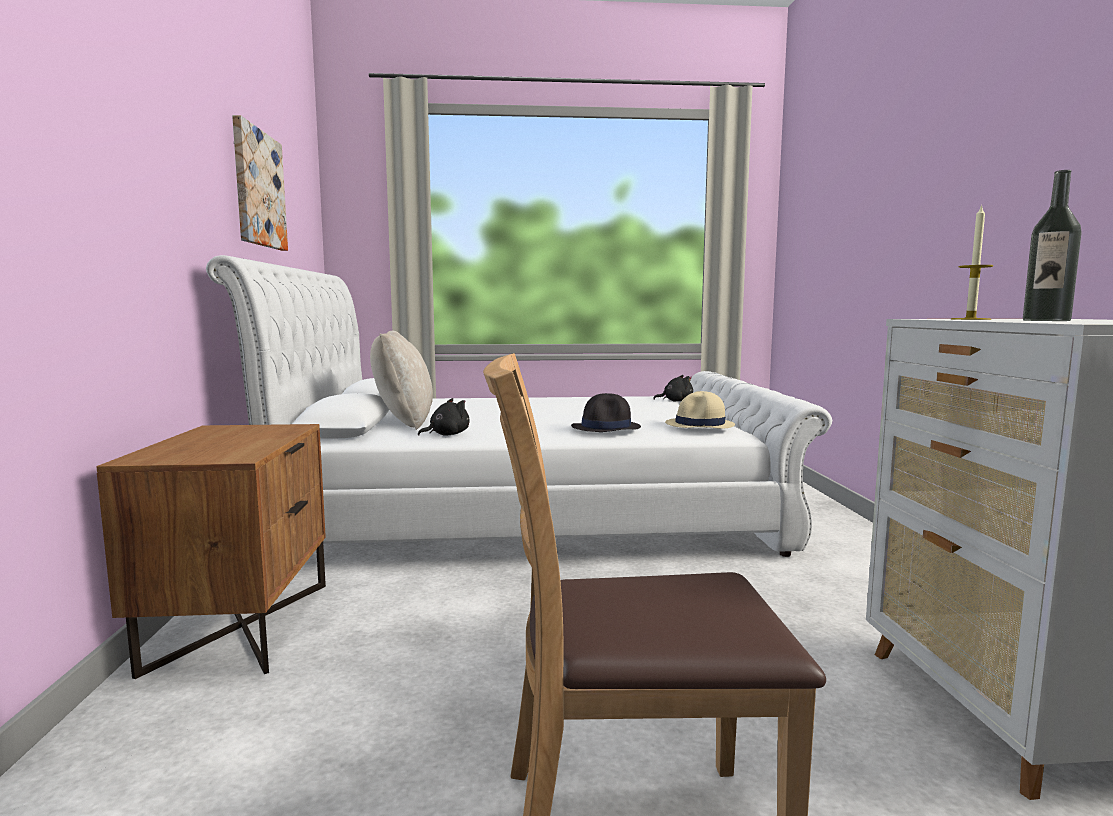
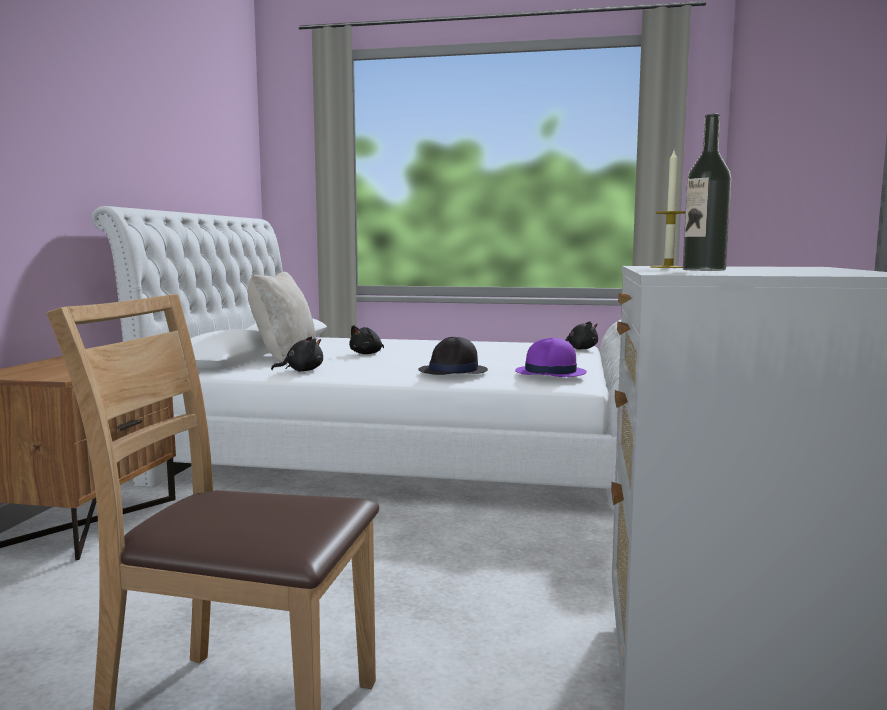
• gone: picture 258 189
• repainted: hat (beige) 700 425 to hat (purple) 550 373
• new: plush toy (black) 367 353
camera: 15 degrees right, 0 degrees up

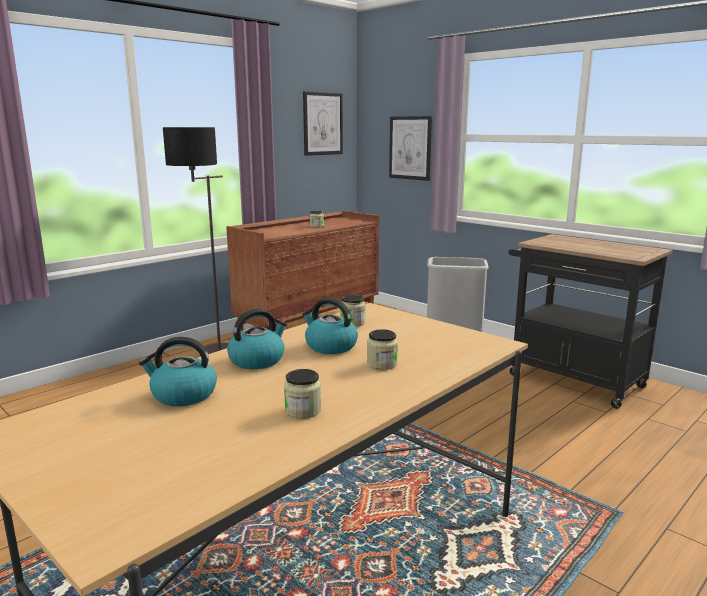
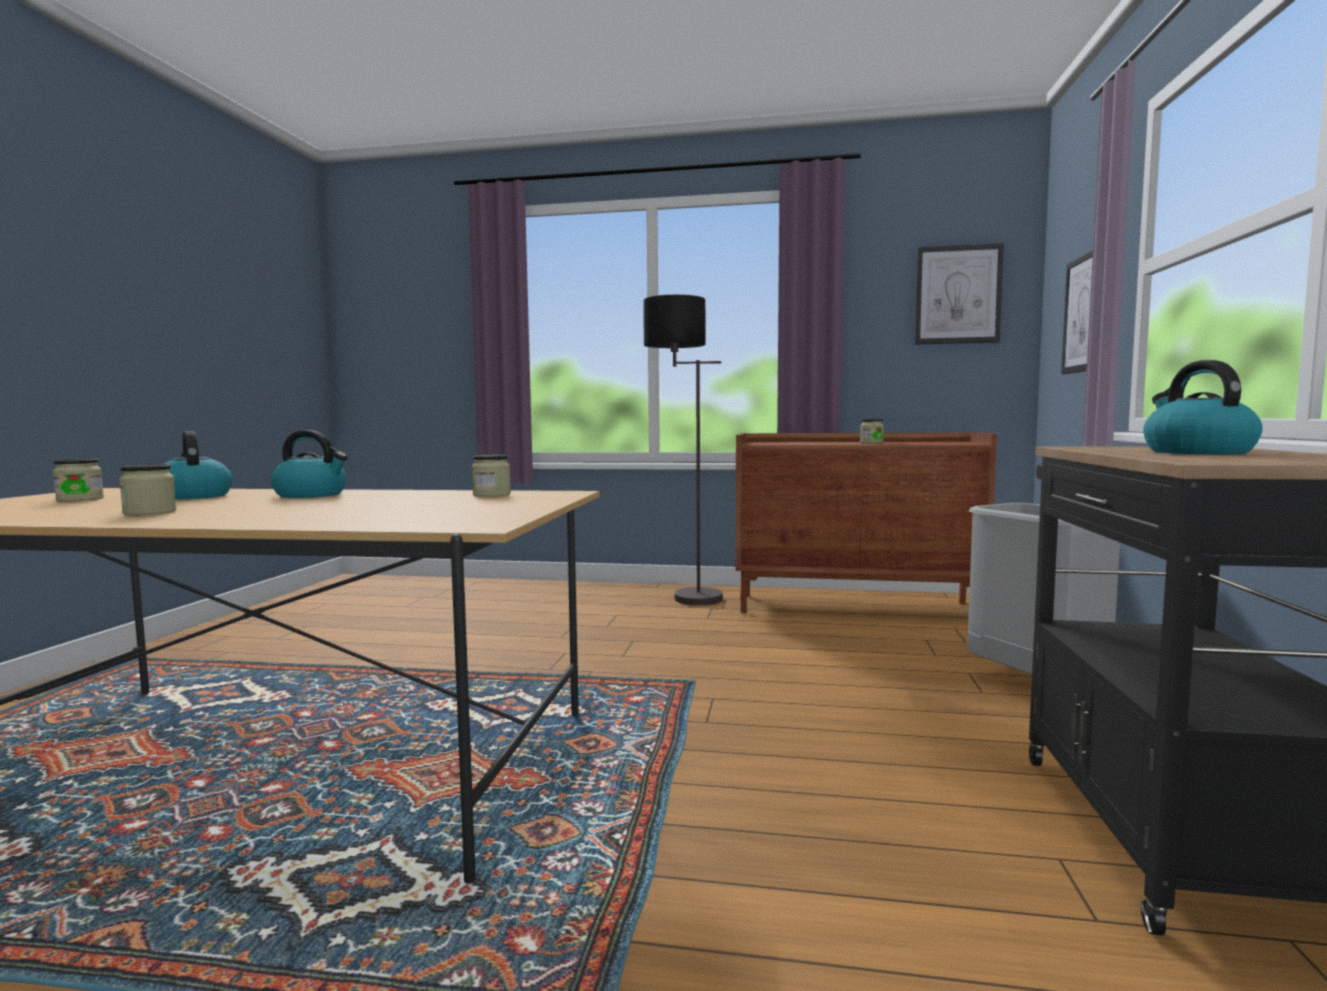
• shifted: kettle 330 346 to 1196 452
• shifted: jar 382 364 to 80 499
camera: 55 degrees right, 10 degrees down

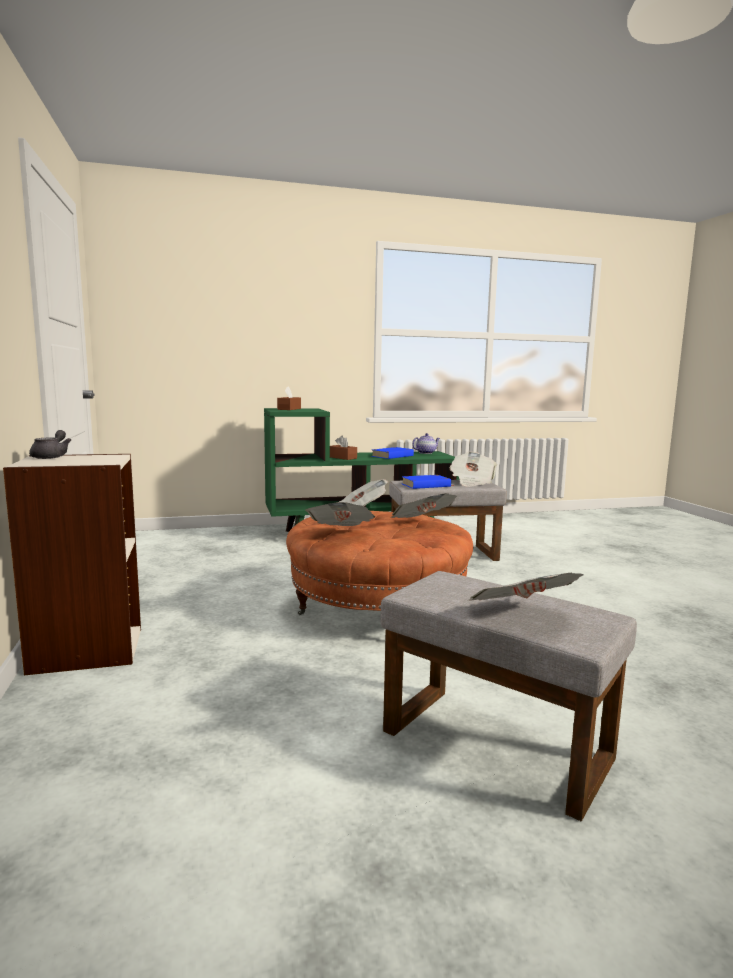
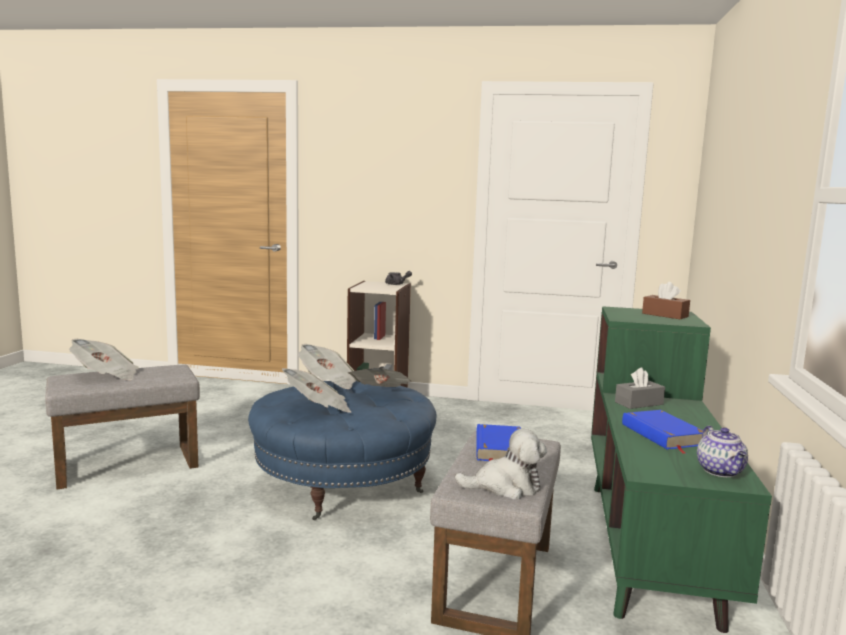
• repainted: tissue box (brown) 342 458 to tissue box (grey) 639 403
• swapped: newspaper 472 482 to plush toy 505 487
• repainted: ottoman (brown) 377 610 to ottoman (blue) 343 483
camera: 115 degrees right, 0 degrees up

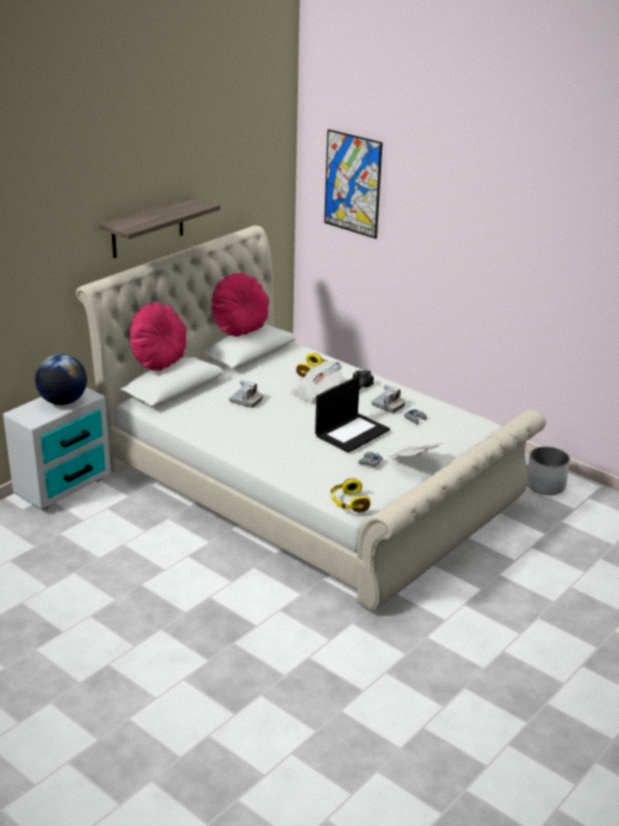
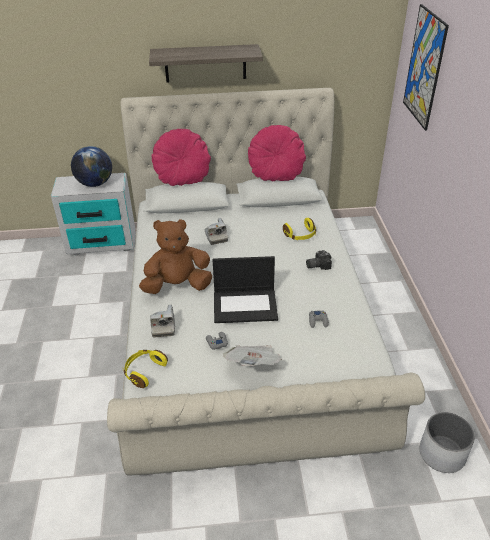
• gone: newspaper 316 393
• shifted: photo camera 387 406 to 163 326
• new: plush toy (brown) 177 286
camera: 45 degrees right, 10 degrees up

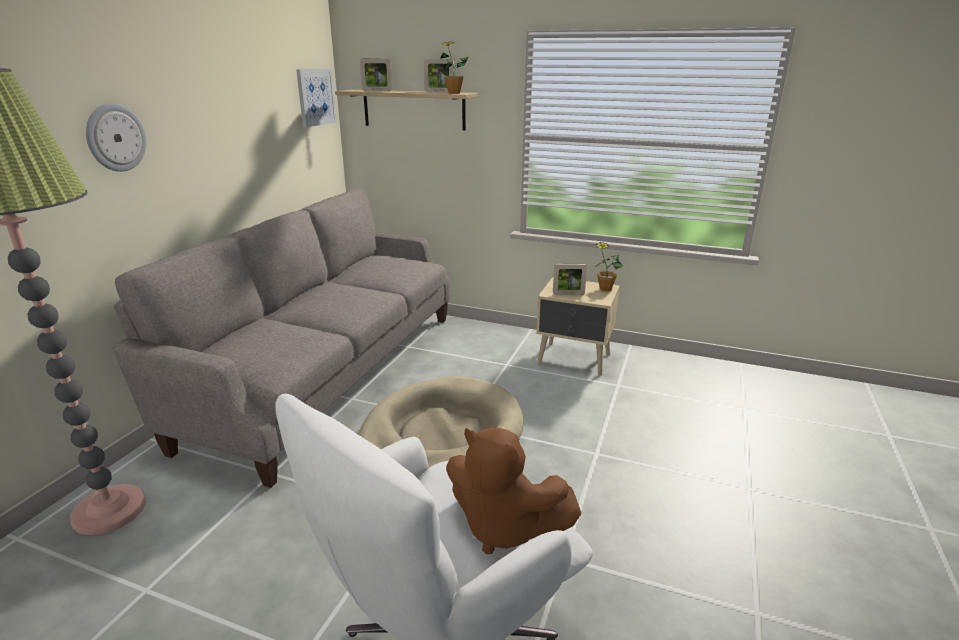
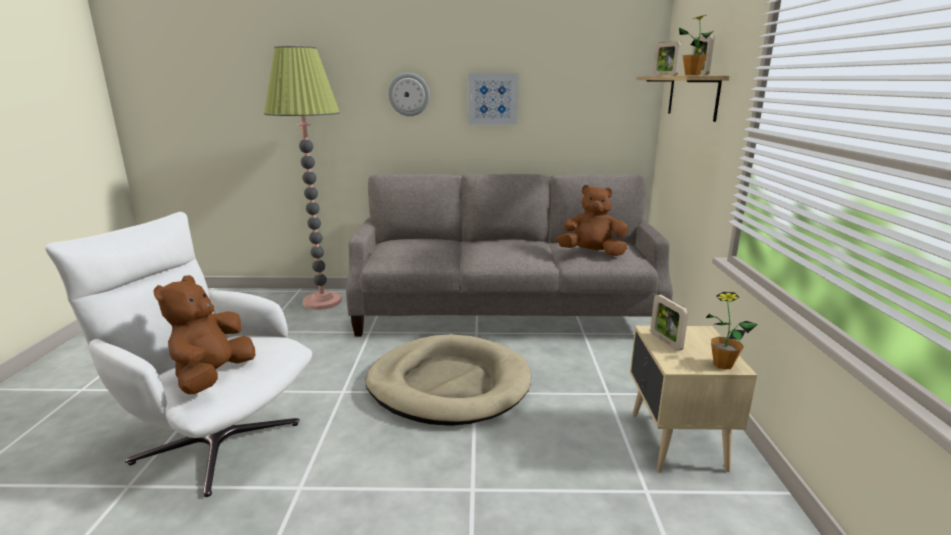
• shifted: picture 315 97 to 492 99
• new: plush toy (brown) 592 253
camera: 70 degrees right, 5 degrees down

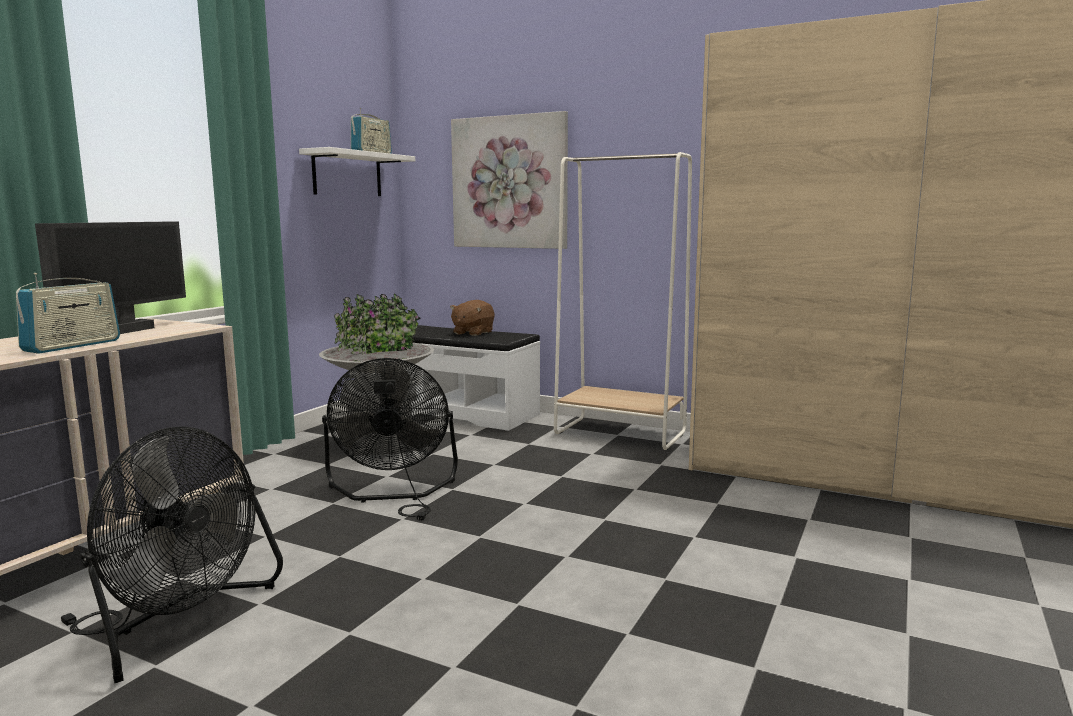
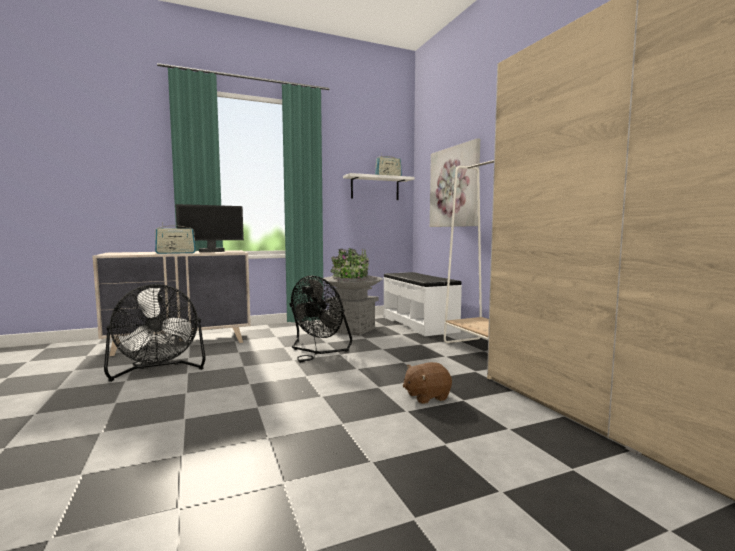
• shifted: plush toy (brown) 472 333 to 426 396
camera: 40 degrees right, 5 degrees down

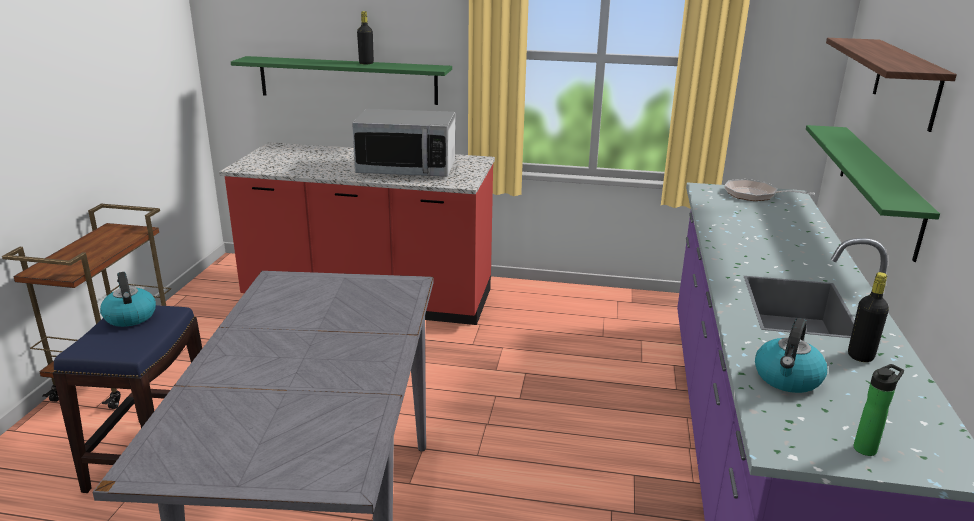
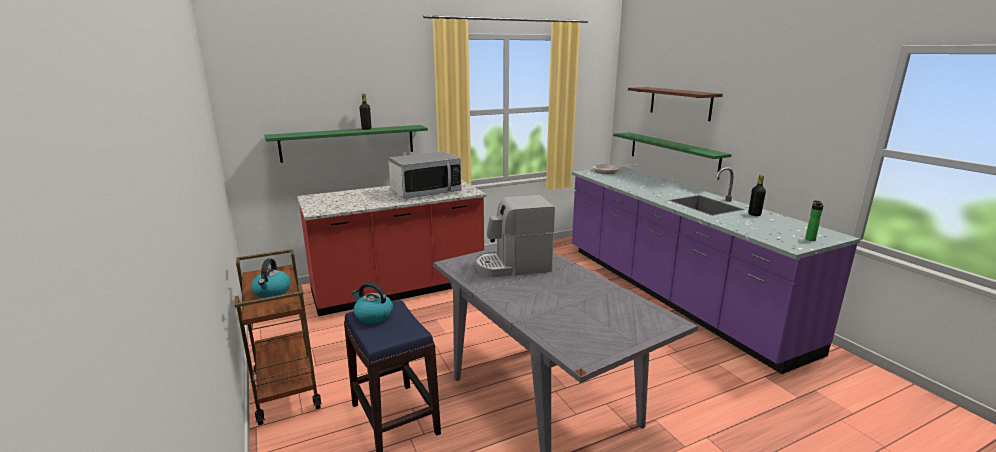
• shifted: kettle 787 379 to 272 292
• new: coffee machine 513 266
camera: 35 degrees left, 5 degrees down

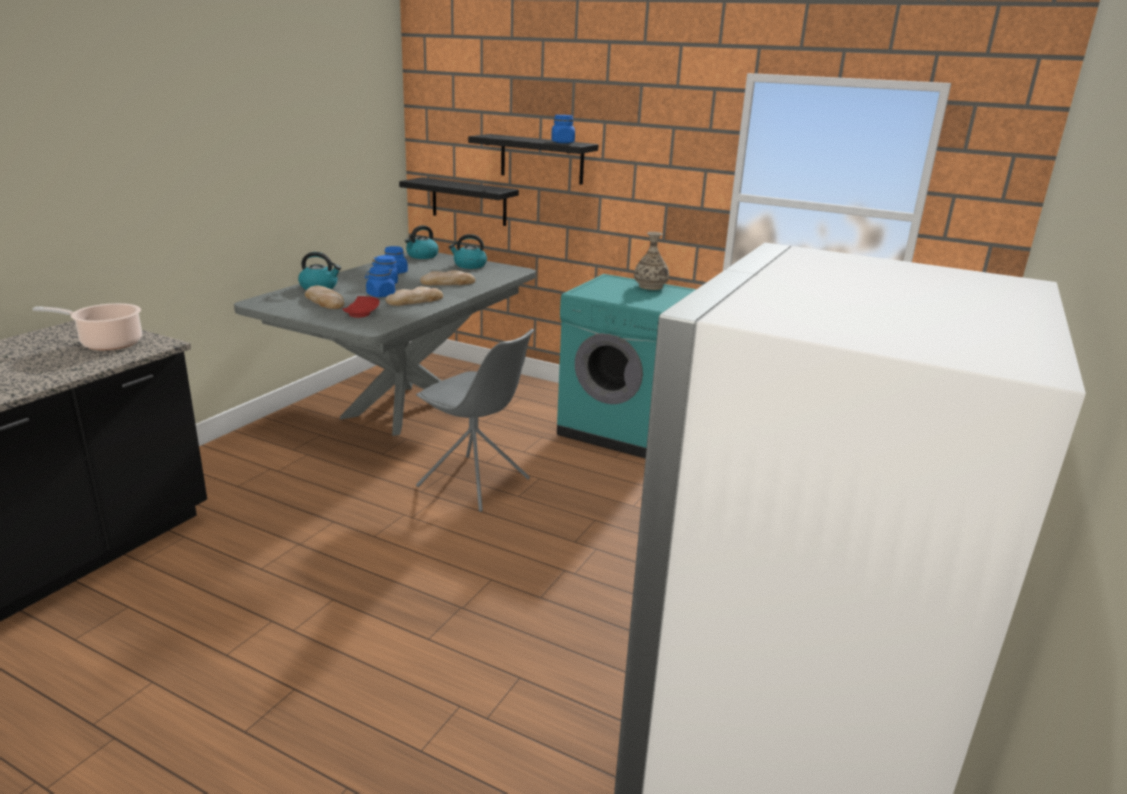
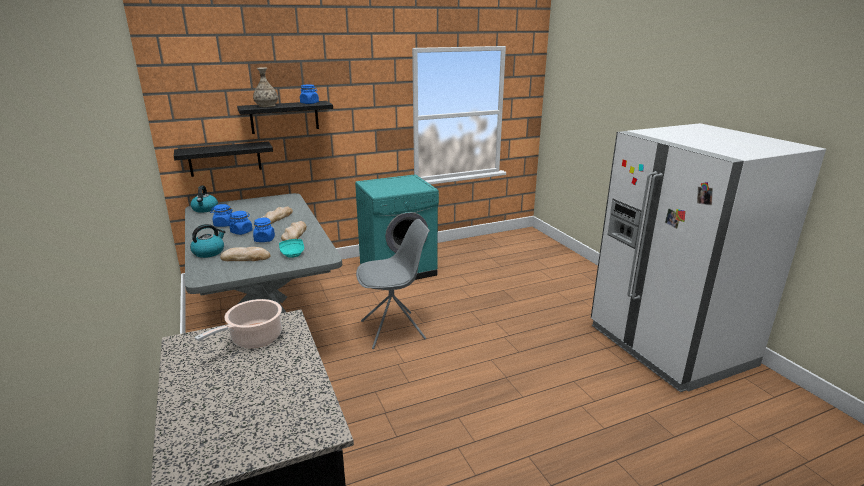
• shifted: vase 650 286 to 266 106
• gone: kettle 469 265
• repainted: plate (red) 362 314 to plate (turquoise) 293 253
camera: 50 degrees left, 0 degrees up

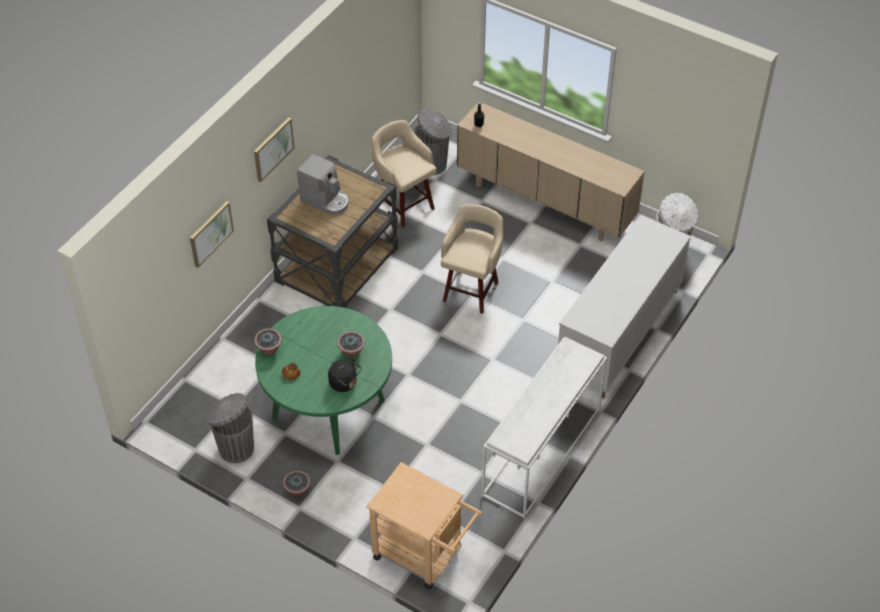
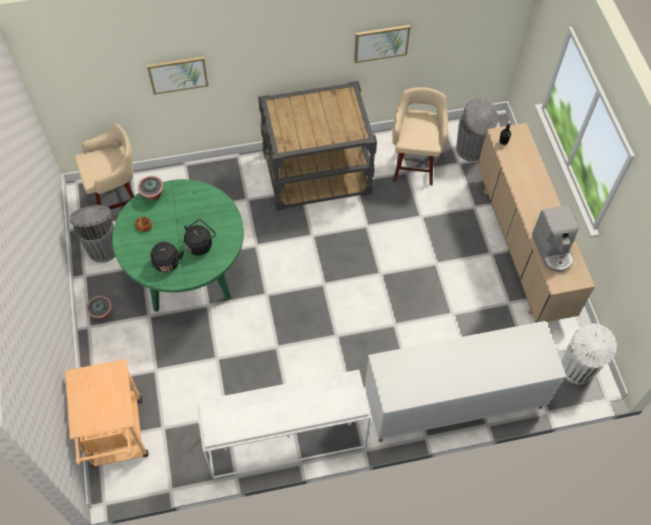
• shifted: picture 273 149 to 381 43
• shifted: coffee machine 325 200 to 553 250
• shifted: stool (beige) 472 290 to 118 199
• swapped: potted plant 351 352 to kettle (black) 200 244
camera: 45 degrees right, 10 degrees up

